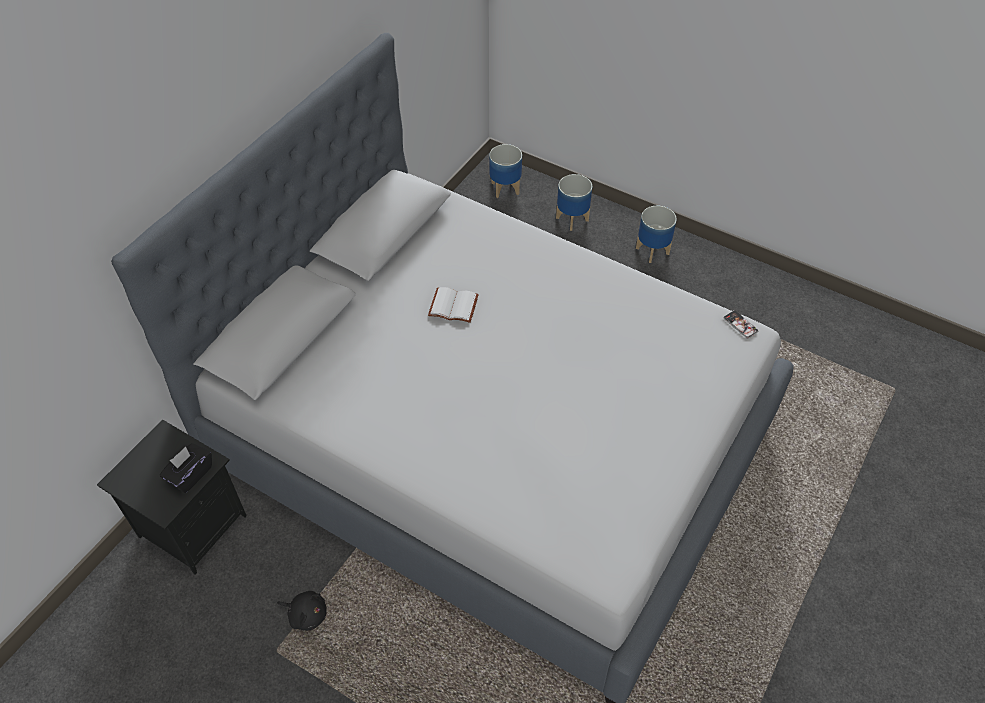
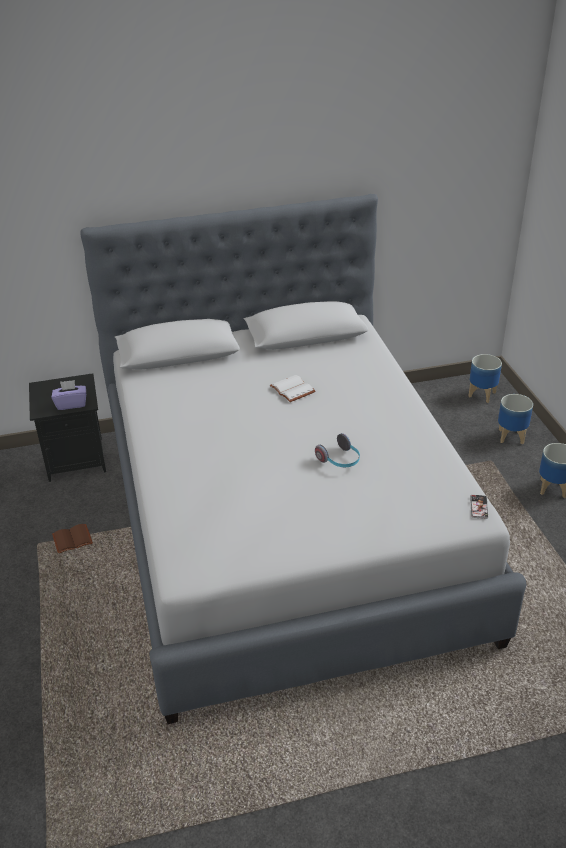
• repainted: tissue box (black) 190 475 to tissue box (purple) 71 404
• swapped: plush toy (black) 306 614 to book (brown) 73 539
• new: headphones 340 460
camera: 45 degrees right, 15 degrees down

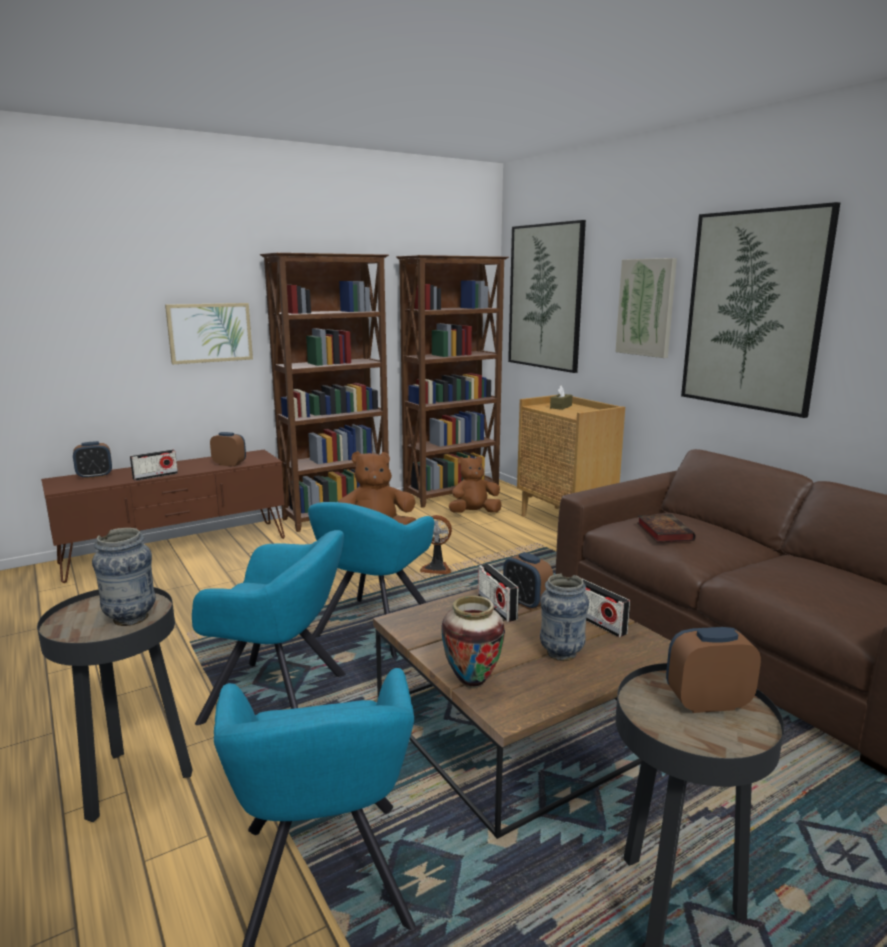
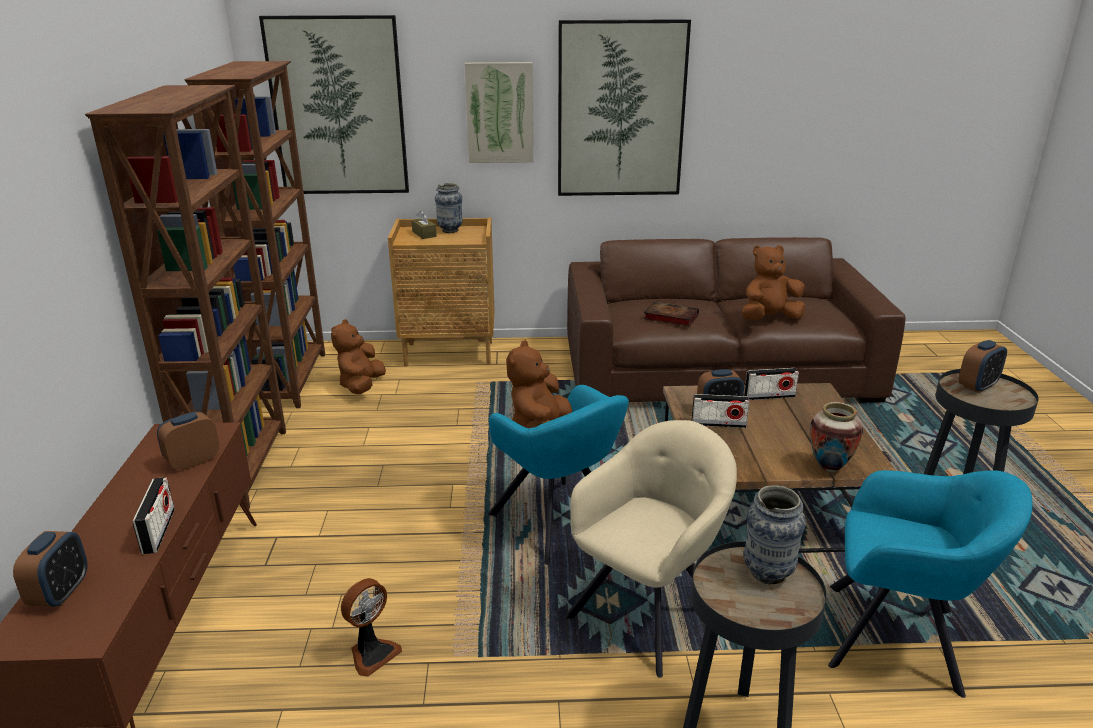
• gone: picture 210 332
• shifted: fan 437 568 to 372 653
• repainted: armchair (turquoise) 281 698 to armchair (beige) 649 610
• shifted: vase 561 653 to 450 230
• rotated: alarm clock 707 703 = 977 386 150 degrees counterclockwise
• new: plush toy (brown) 769 319
camera: 60 degrees left, 10 degrees up

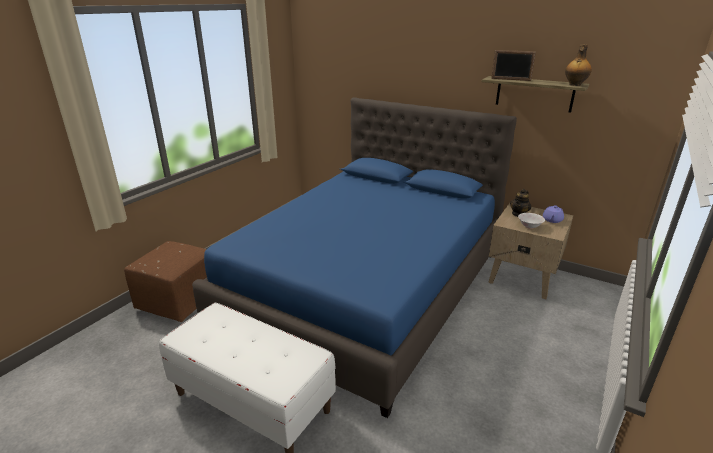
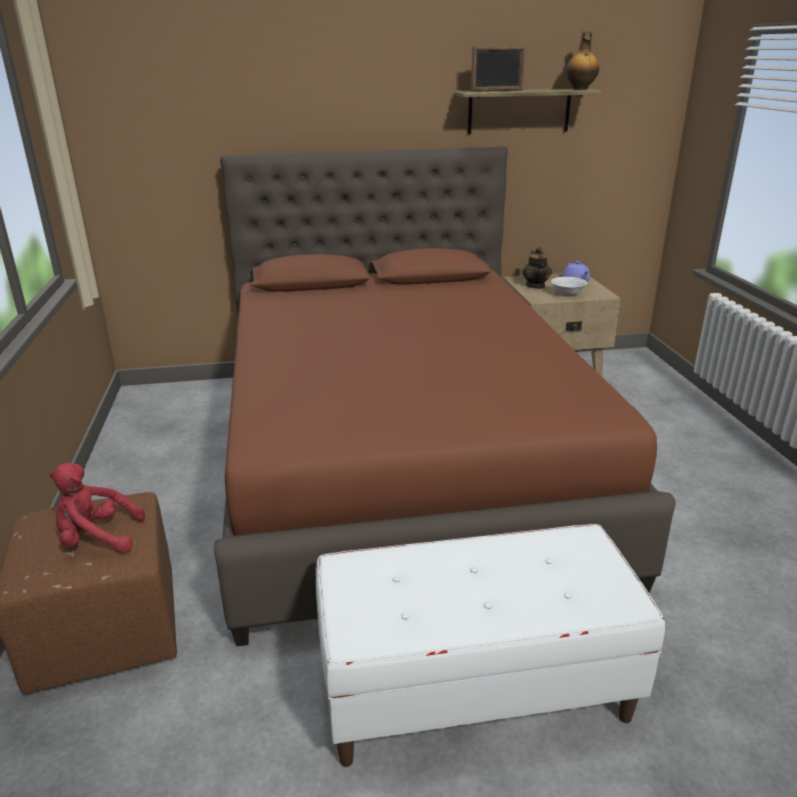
• repainted: bed (blue) 367 288 to bed (brown) 401 459
• new: plush toy (red) 97 538
camera: 40 degrees left, 0 degrees up

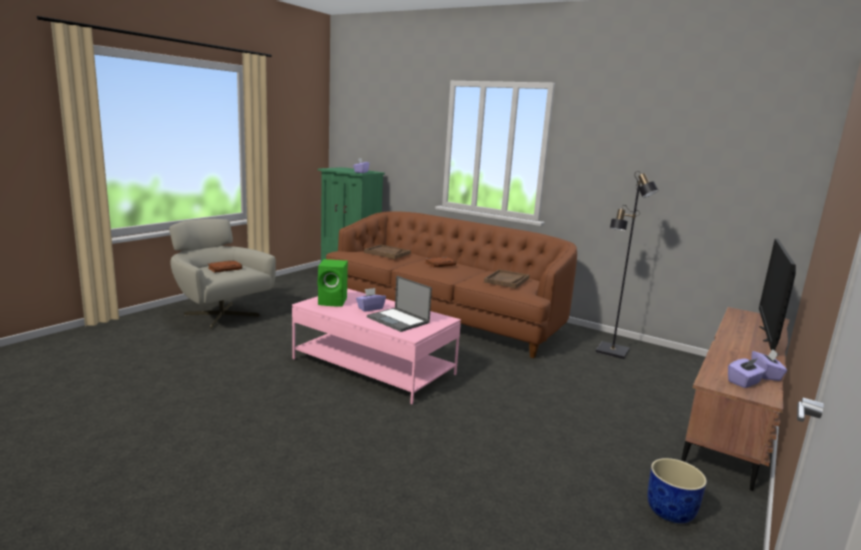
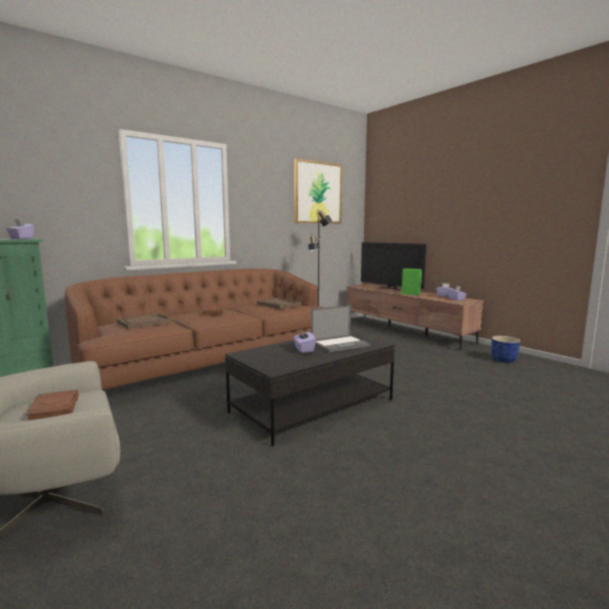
• shifted: speaker (green) 333 302 to 411 293
• repainted: coffee table (pink) 374 367 to coffee table (black) 313 405
• new: picture 318 193
camera: 70 degrees left, 5 degrees down

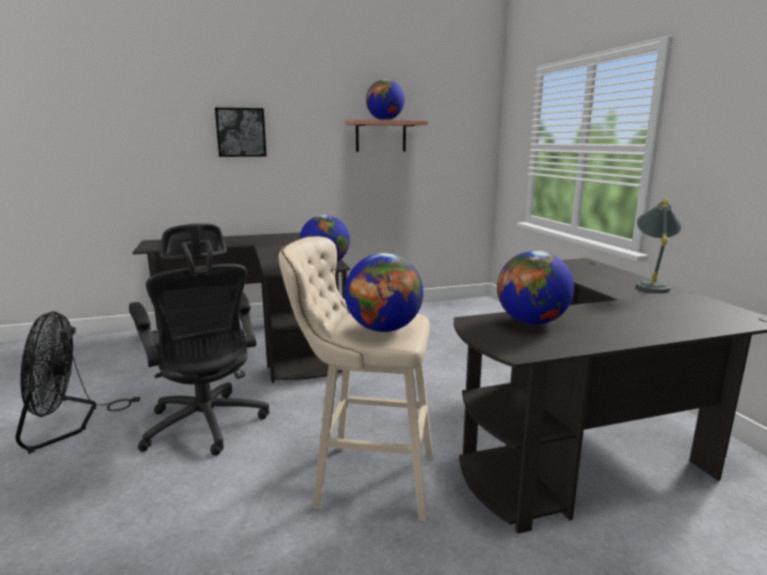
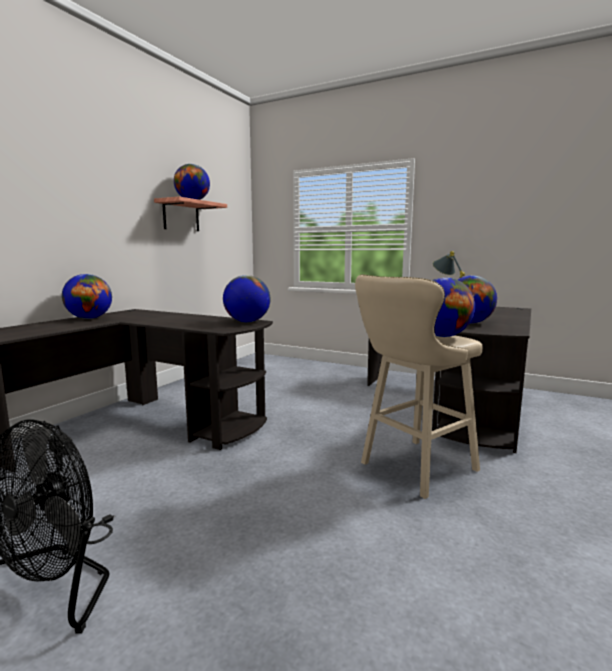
• gone: picture 241 132
• gone: office chair 206 427
• new: globe 89 318
camera: 45 degrees left, 5 degrees down

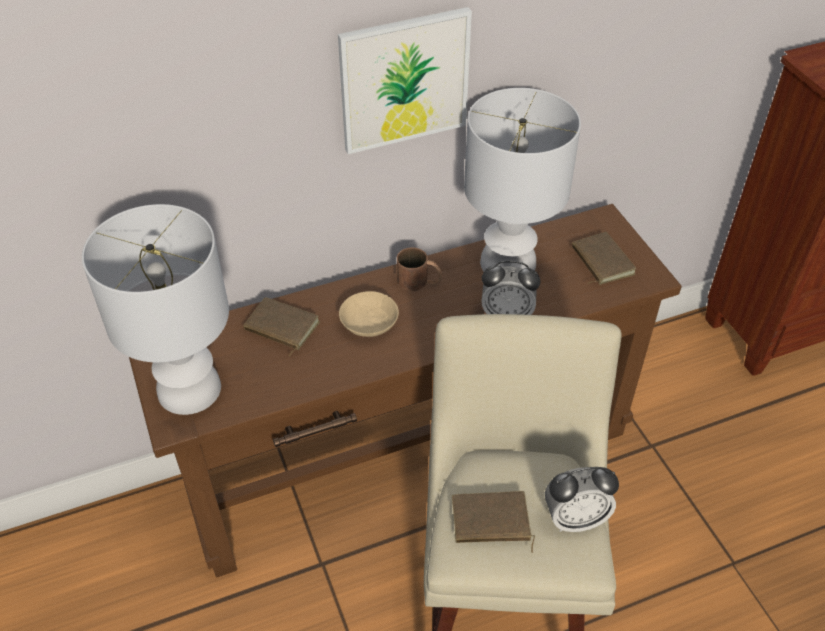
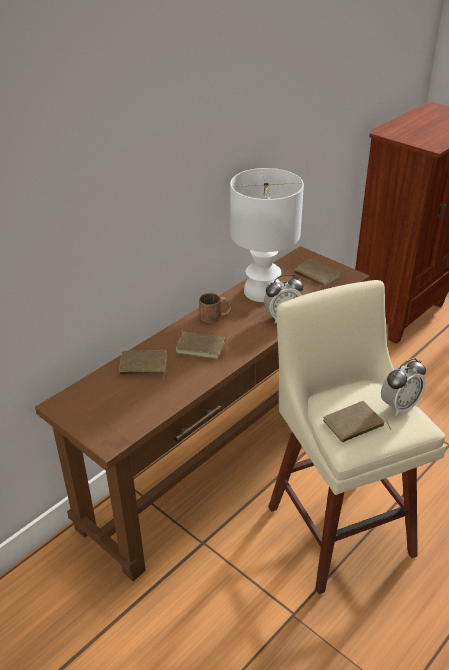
• gone: picture 404 80
• gone: table lamp (white) 189 391
• swapped: bowl (beige) 370 323 to book (brown) 201 346
camera: 25 degrees left, 10 degrees down

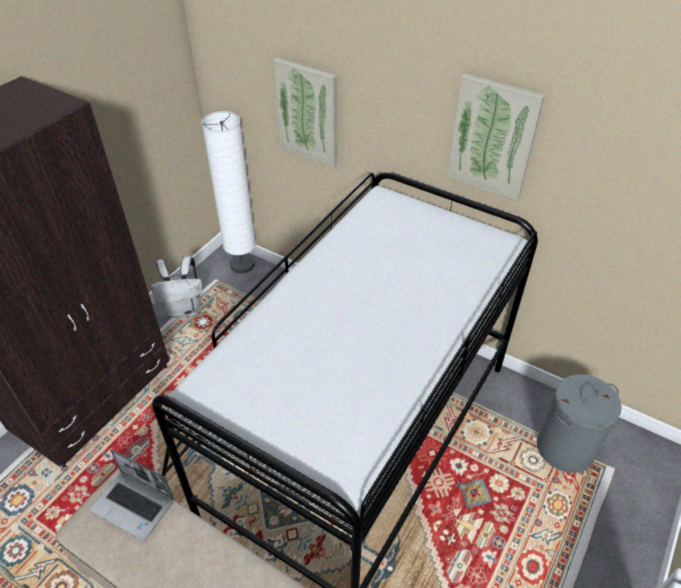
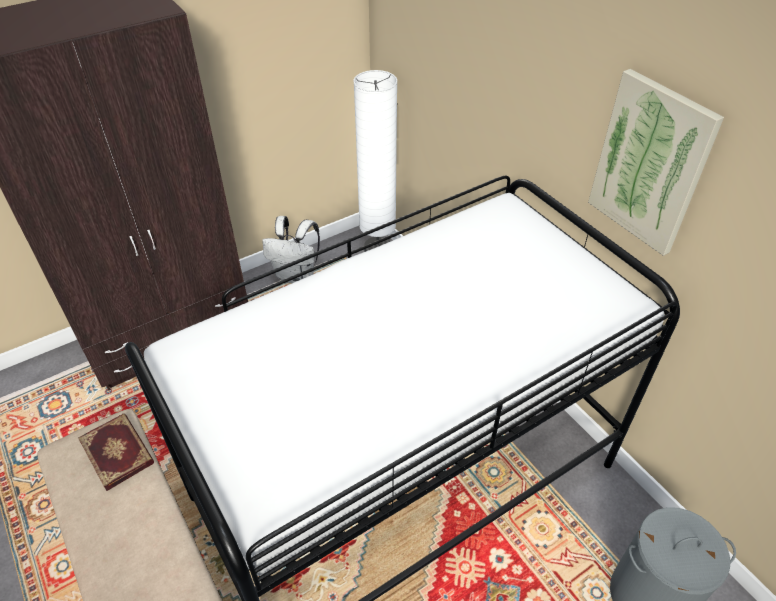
• gone: picture 308 113
• swapped: laptop 135 505 to book 118 452
camera: 25 degrees right, 0 degrees up

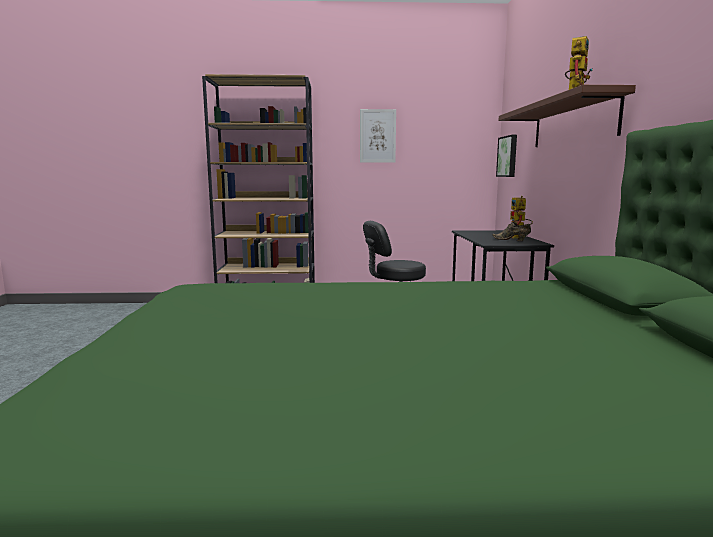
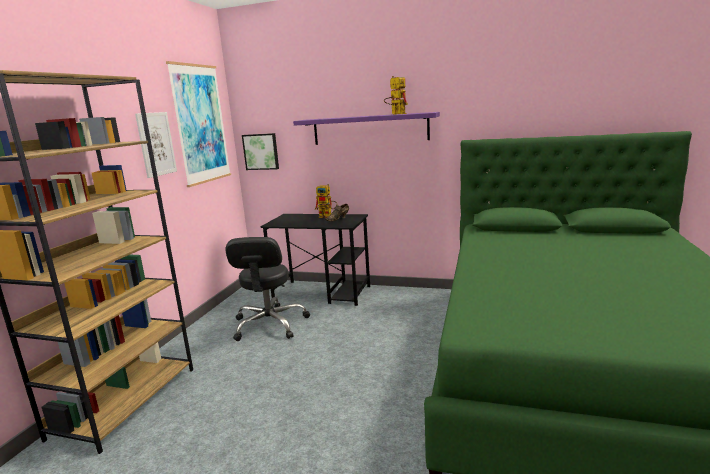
• repainted: shelf (brown) 572 123 to shelf (purple) 370 129
• new: picture 200 124
camera: 70 degrees left, 5 degrees up

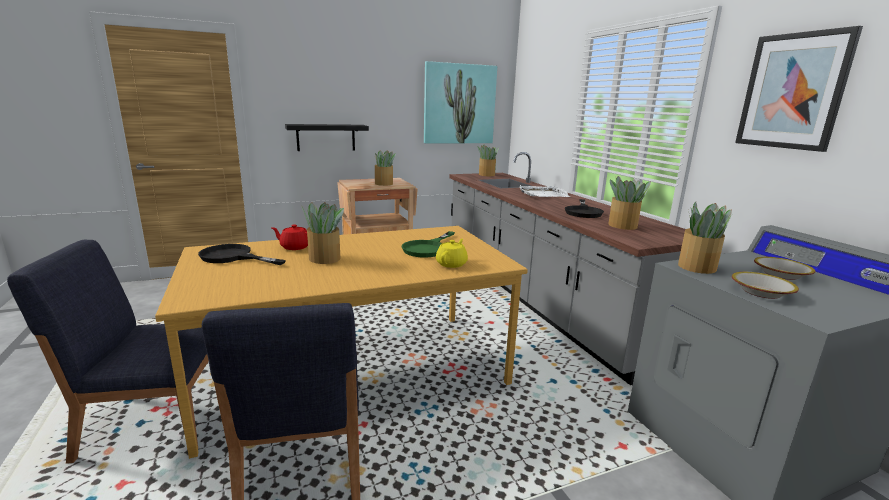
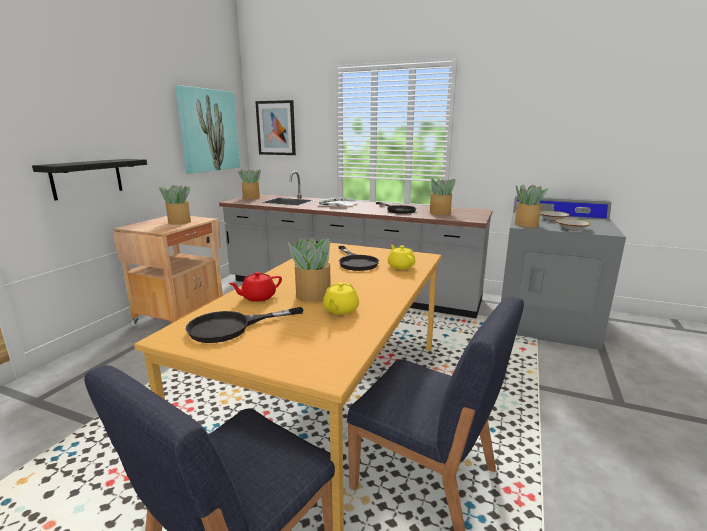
• shifted: picture 793 91 to 276 128
• repainted: frying pan (green) 428 248 to frying pan (black) 356 262
• new: teapot (yellow) 340 310
camera: 45 degrees left, 0 degrees up

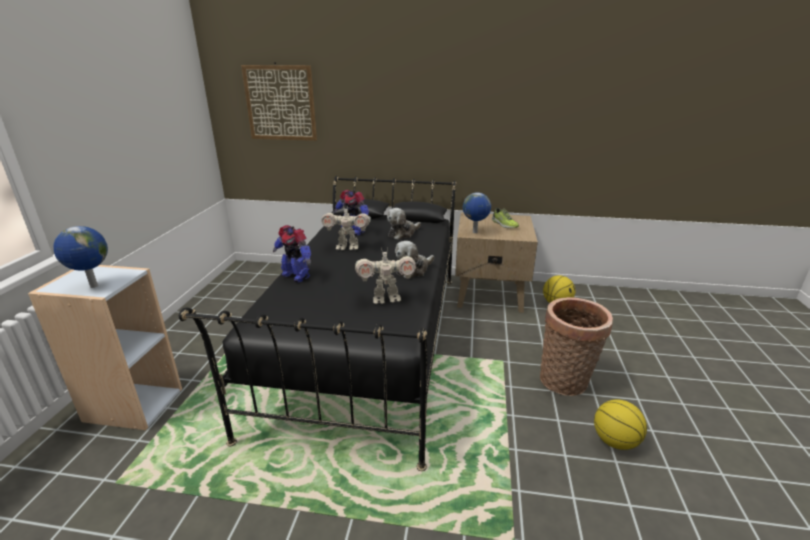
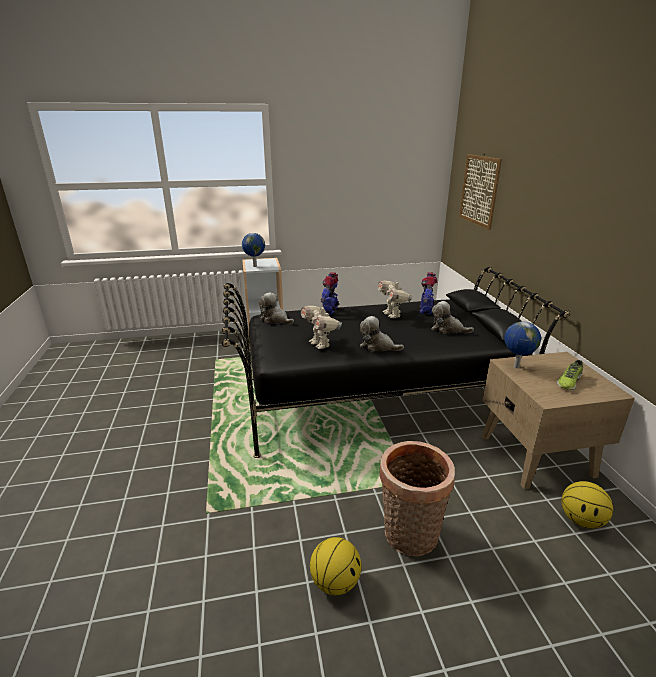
• new: plush toy 275 320
camera: 70 degrees right, 0 degrees up

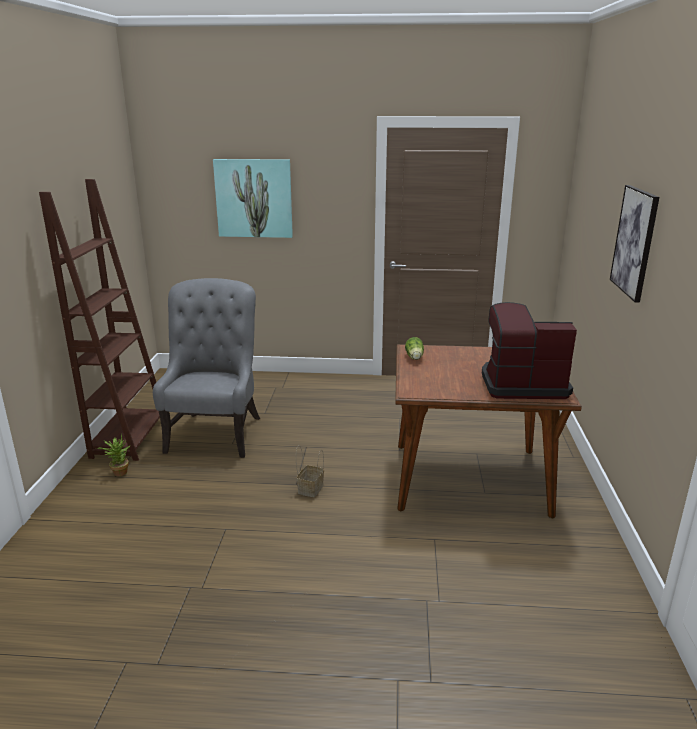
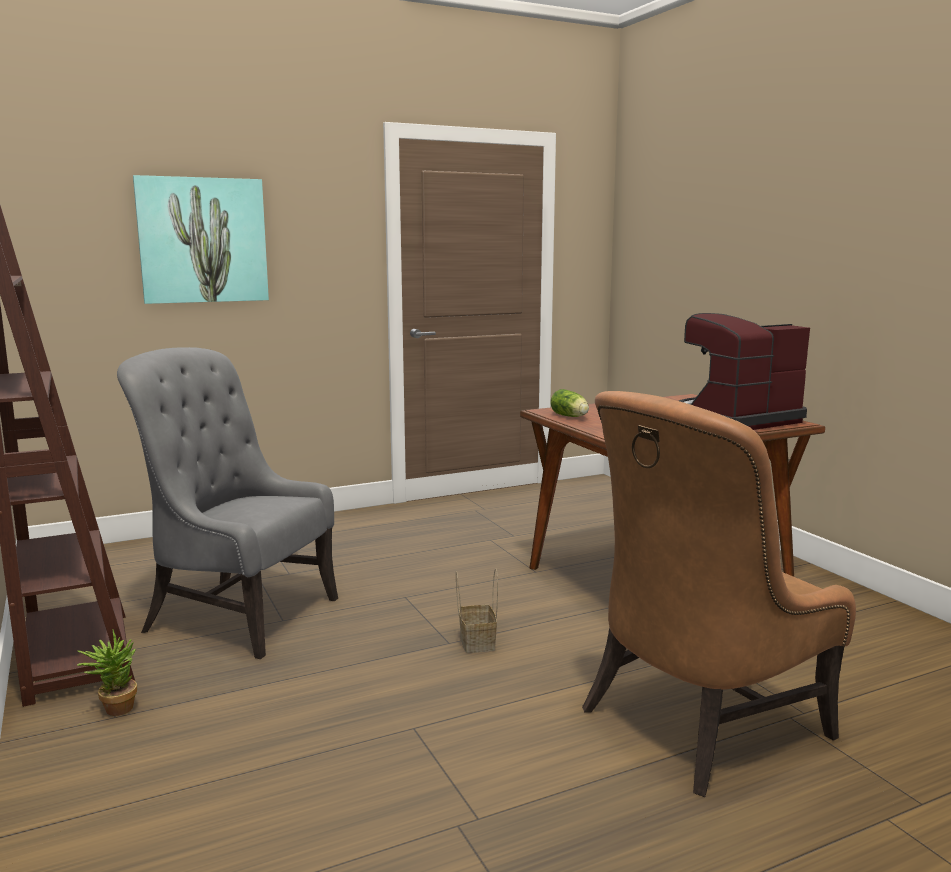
• gone: picture 634 242
• rotated: chair (grey) 215 434 = 239 615 45 degrees counterclockwise
• new: chair (brown) 700 722
camera: 30 degrees left, 10 degrees down

